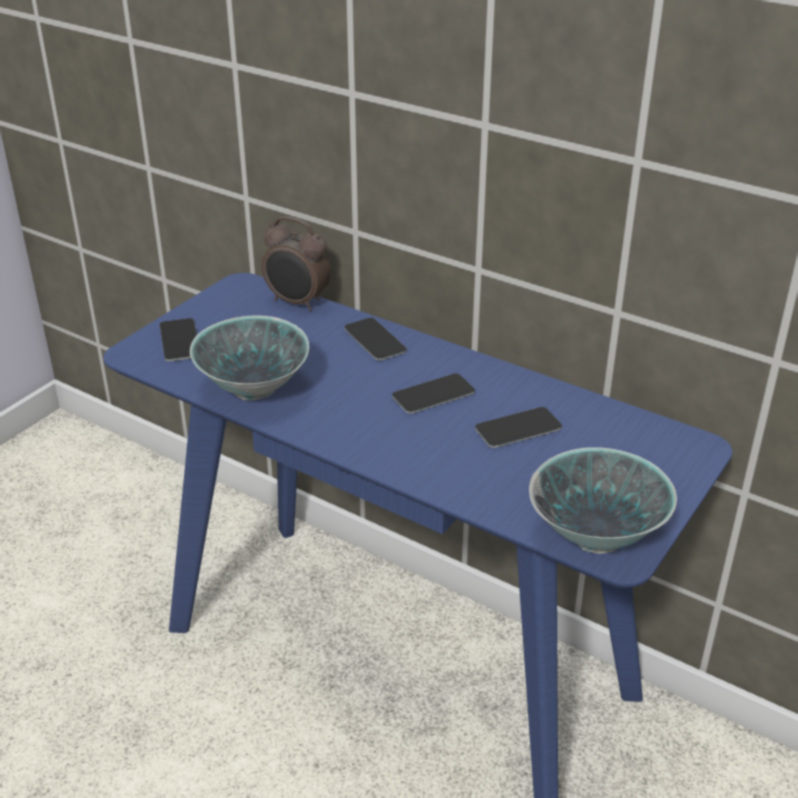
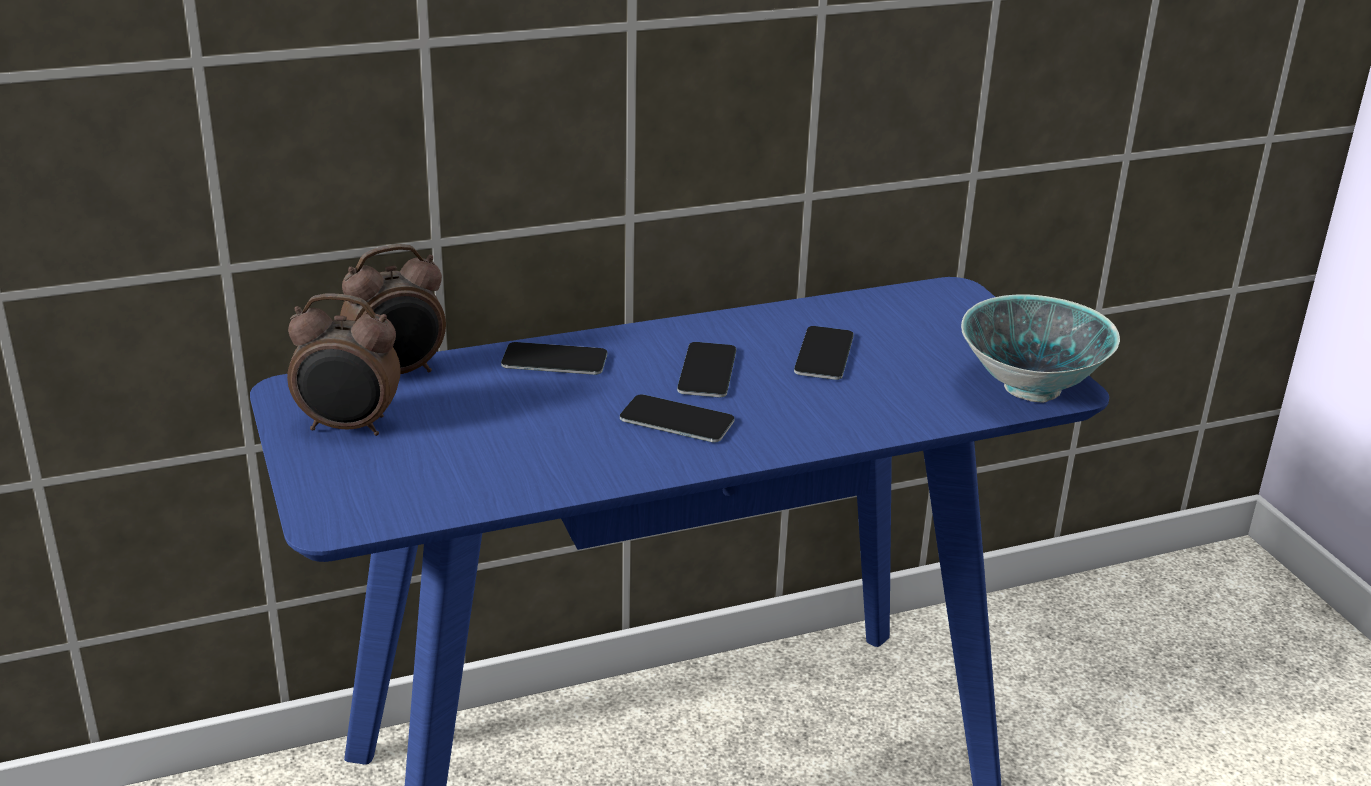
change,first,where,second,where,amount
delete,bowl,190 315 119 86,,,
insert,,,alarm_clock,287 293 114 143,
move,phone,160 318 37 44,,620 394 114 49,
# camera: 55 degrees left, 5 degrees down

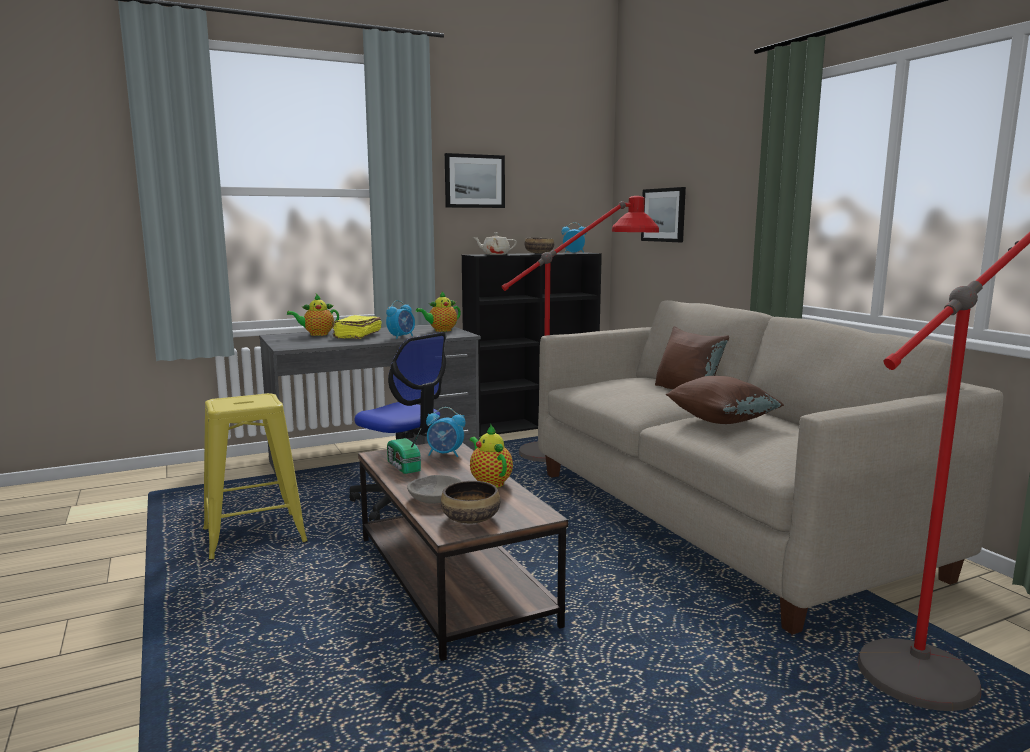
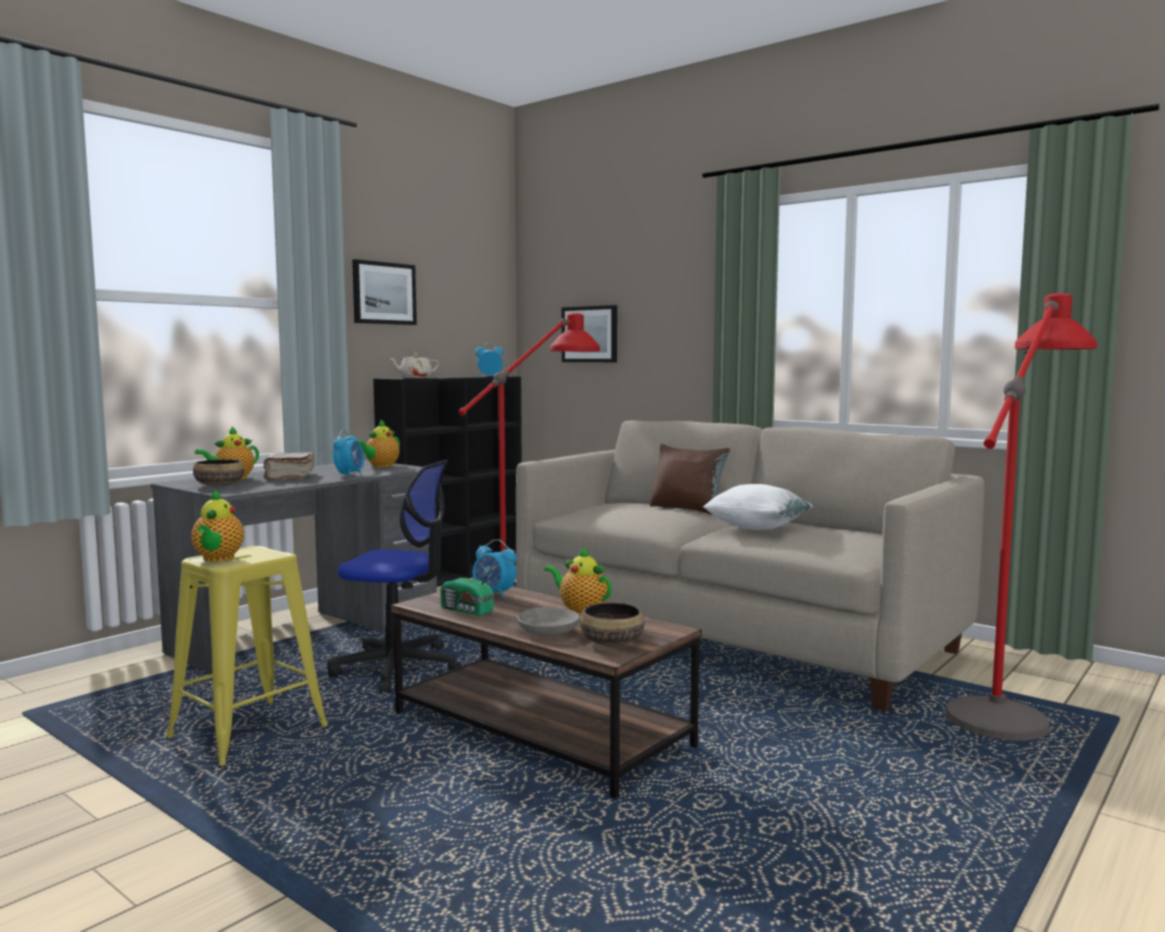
change,first,where,second,where,amount
insert,,,teapot,191 489 53 72,
move,bowl,524 238 30 16,,193 459 51 27,
recolor,yellow_book,333 315 48 24,brown_book,263 452 52 28,
recolor,brown_pillow,666 376 118 48,white_pillow,703 484 110 46,
rotate,alarm_clock,426 407 40 50,,473 539 43 59,45 degrees clockwise
# camera: 25 degrees left, 5 degrees down

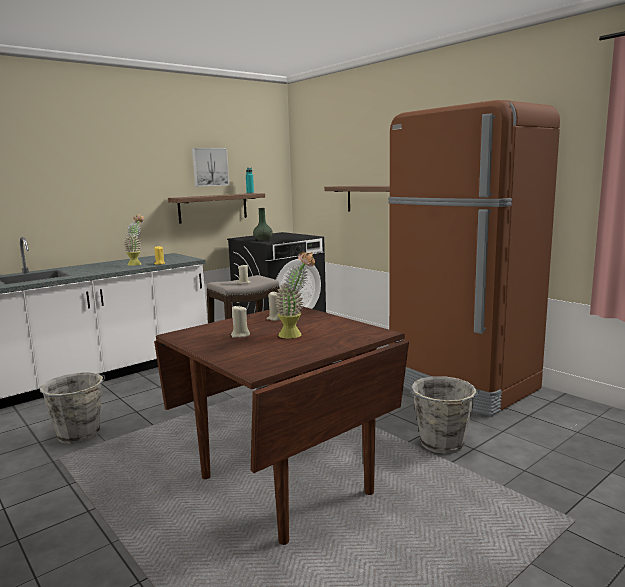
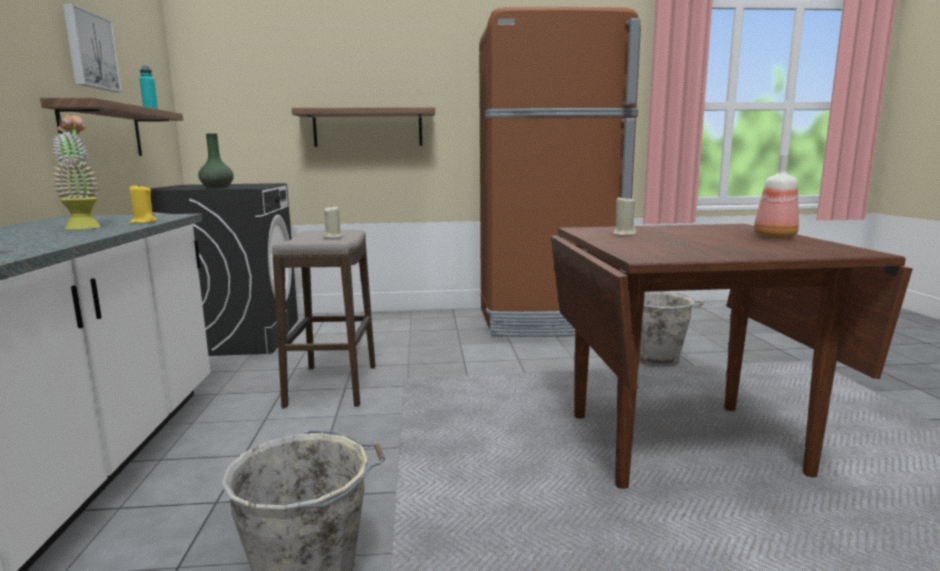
change,first,where,second,where,amount
delete,beige_candle,231 306 19 32,,,
delete,potted_plant,275 252 40 87,,,
insert,,,bottle,754 154 45 85,
# camera: 55 degrees left, 0 degrees up

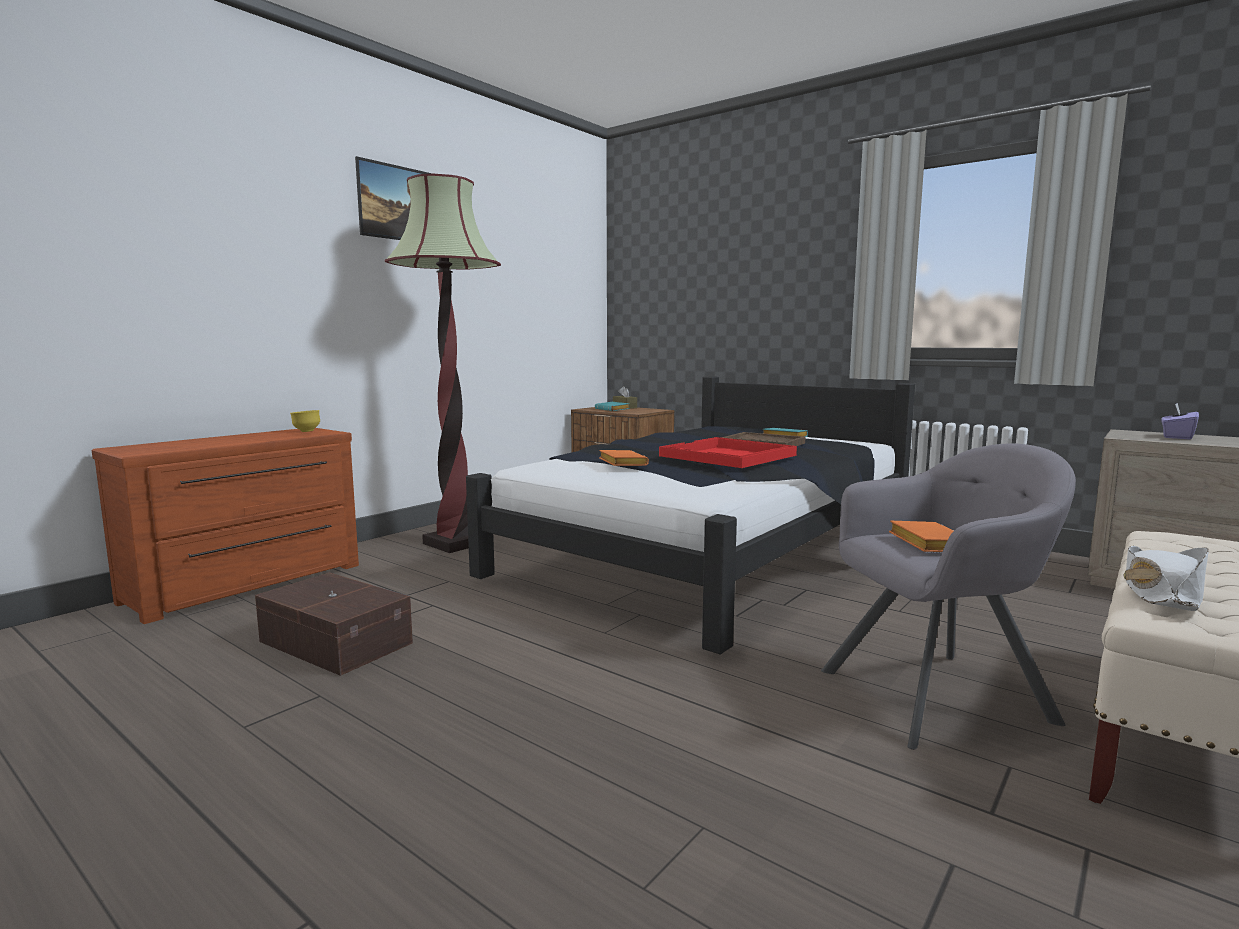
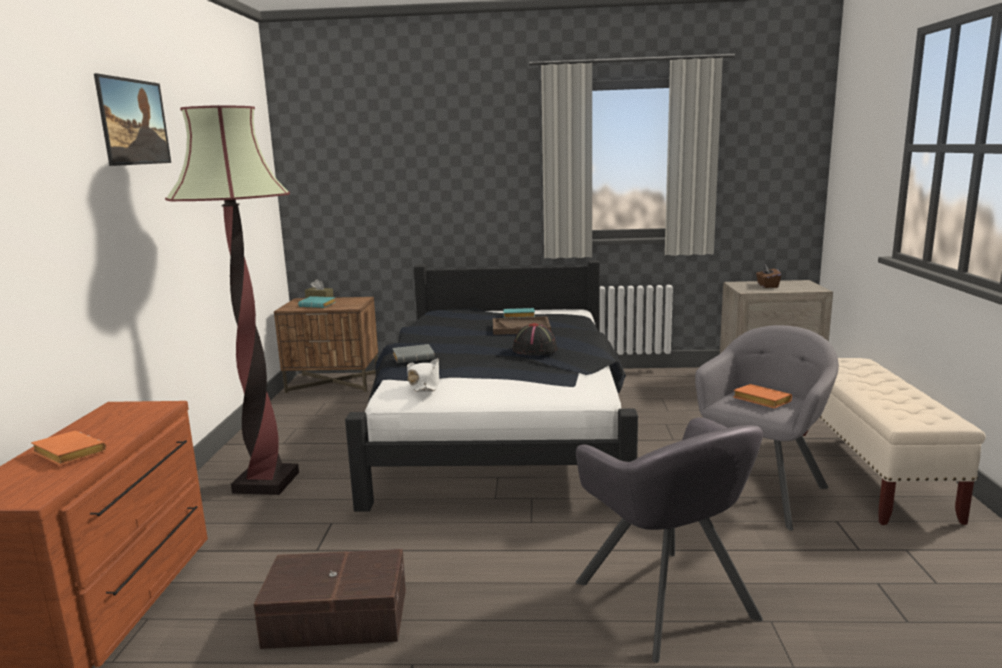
change,first,where,second,where,amount
delete,yellow_bowl,290 410 30 22,,,
insert,,,grey_book,392 344 43 19,
insert,,,grey_armchair,576 417 187 246,
move,orange_book,599 450 50 16,,31 431 76 34,
move,white_hat,1123 546 86 65,,407 358 32 34,
replace,red_tray,659 437 138 31,black_hat,513 323 44 32,
recolor,purple_tissue_box,1161 403 38 37,brown_tissue_box,756 265 25 23,
# camera: 35 degrees left, 5 degrees up

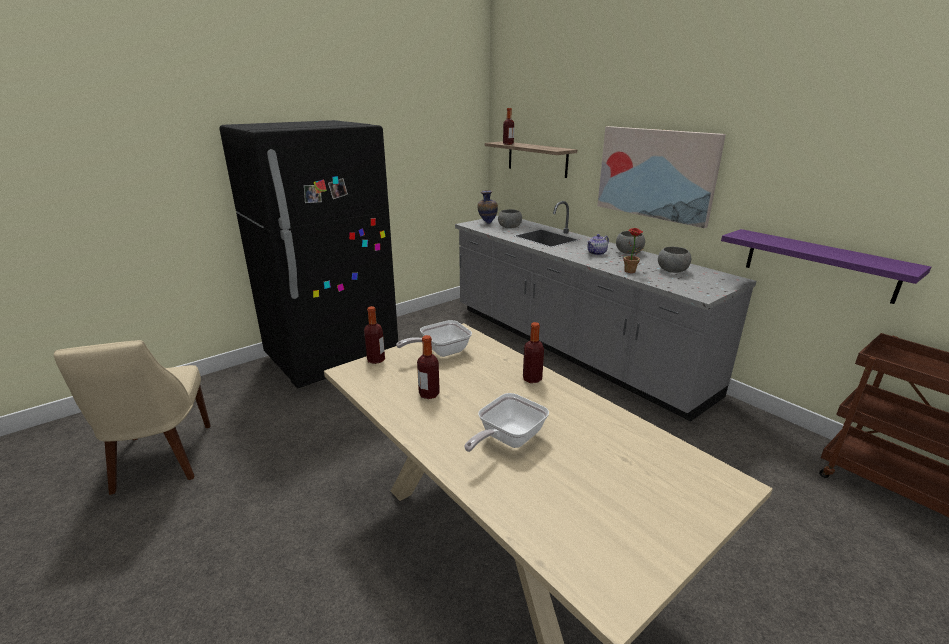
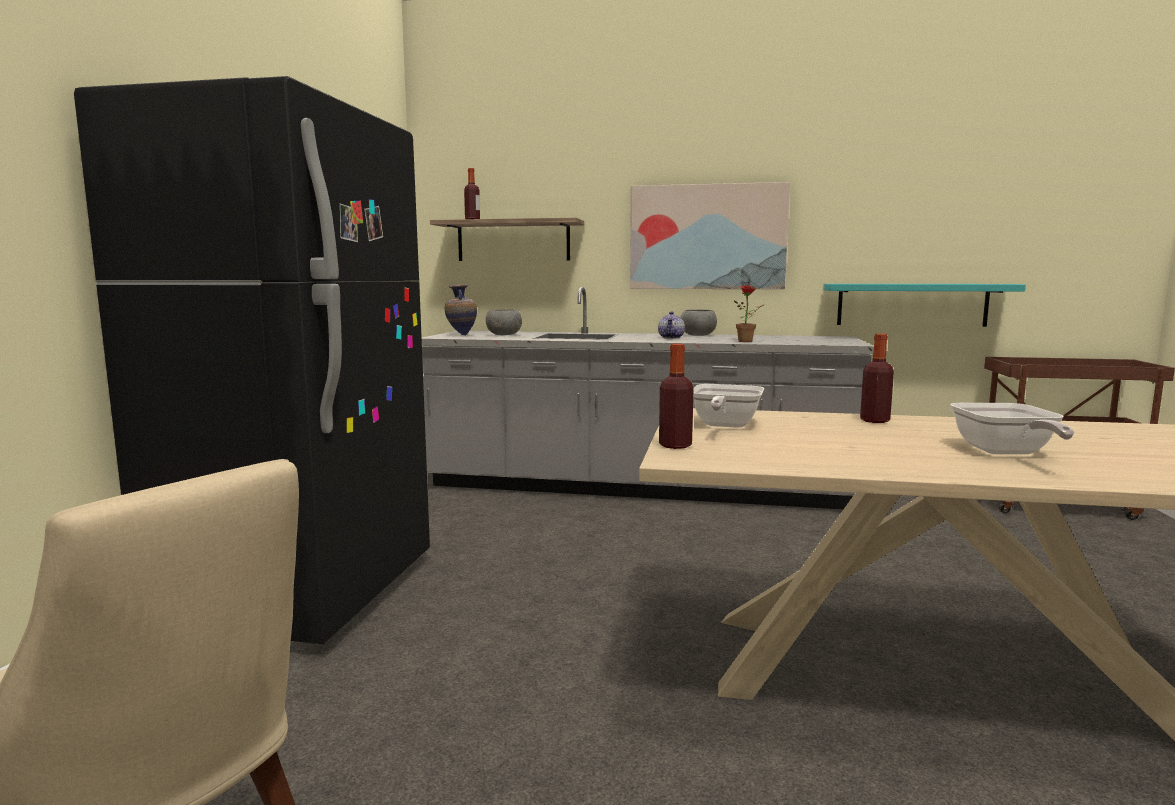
change,first,where,second,where,amount
delete,bottle,417 335 23 64,,,
delete,grey_bowl,658 247 33 26,,,
recolor,purple_shelf,721 229 210 75,turquoise_shelf,823 284 203 43,
# camera: 40 degrees left, 15 degrees down

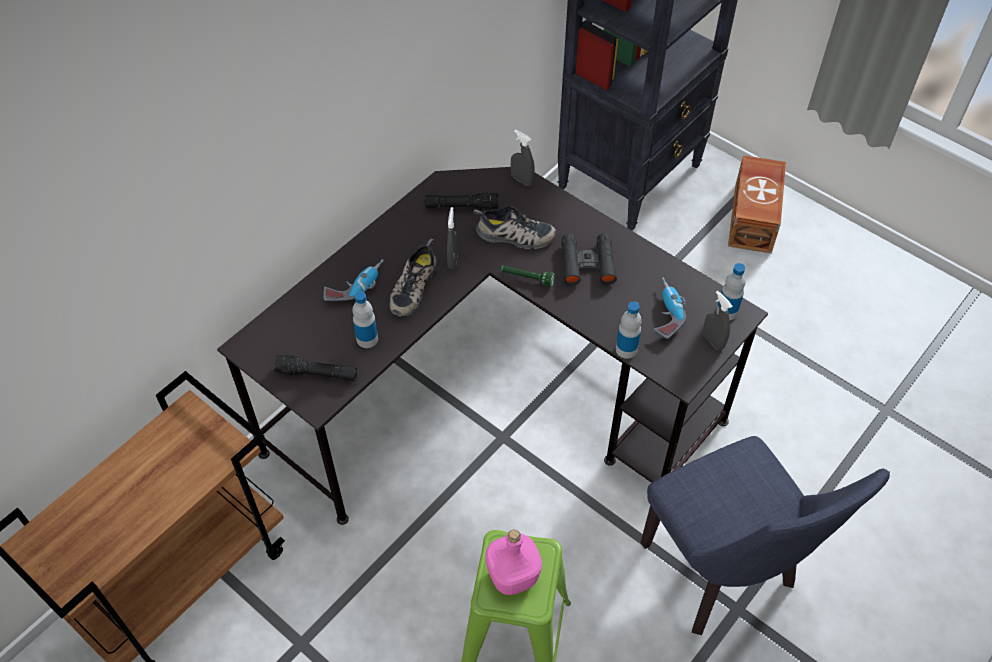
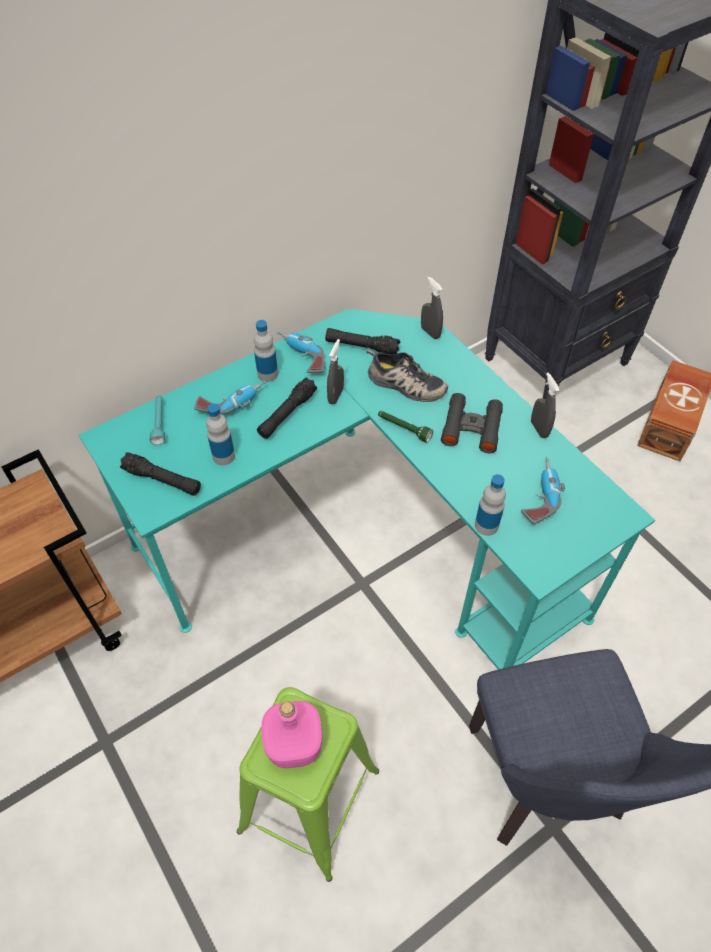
change,first,where,second,where,amount
insert,,,turquoise_flashlight,150 395 15 50,
insert,,,power_drill,277 331 48 42,
move,grey_spray_bottle,703 291 30 59,,531 373 28 65,
move,bottle,716 263 30 57,,254 320 24 62,
replace,shoe,389 238 50 79,black_flashlight,257 377 60 62,
recolor,black_desk,217 167 551 358,turquoise_desk,79 309 576 361,
# camera: 15 degrees right, 0 degrees up

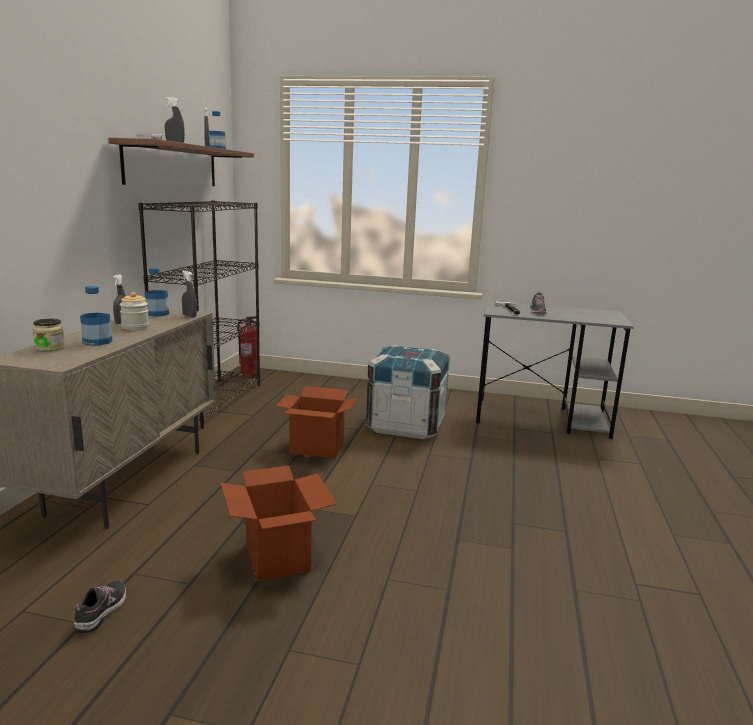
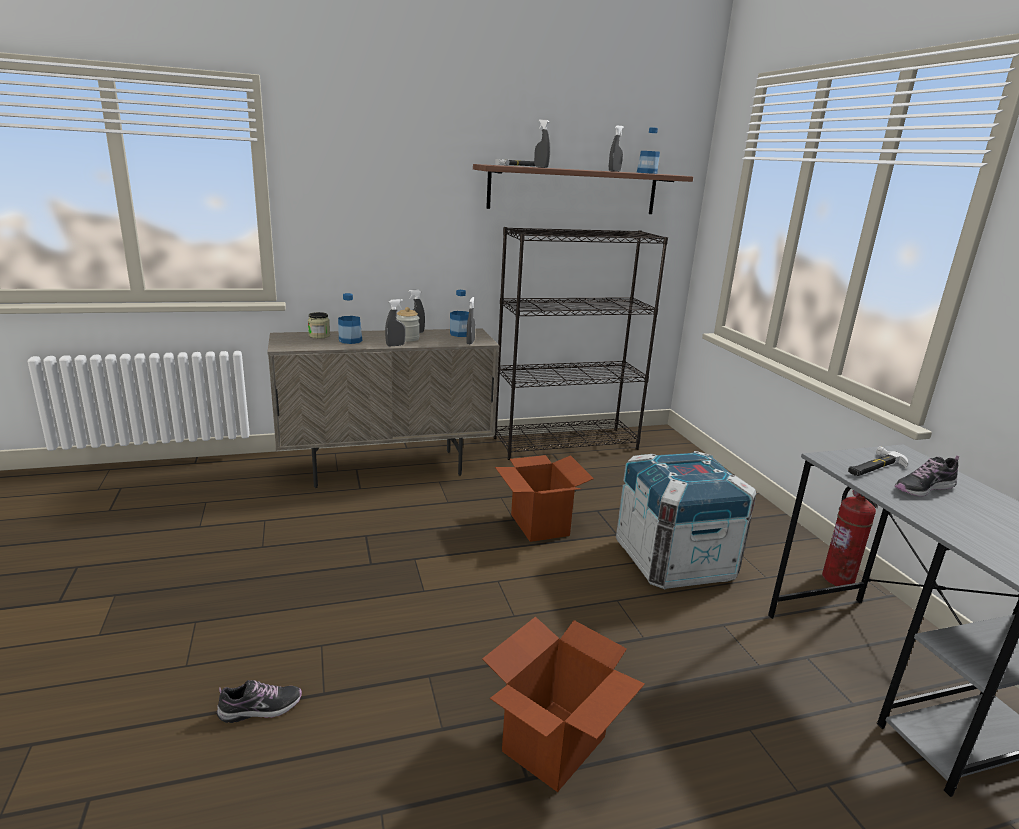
change,first,where,second,where,amount
insert,,,grey_spray_bottle,385 299 21 48,
move,shoe,73 580 53 53,,217 680 85 43,
move,cardboard_box,220 465 117 116,,482 616 163 176,
move,fire_extinguisher,237 316 23 63,,822 486 56 100,
# camera: 60 degrees right, 5 degrees up

